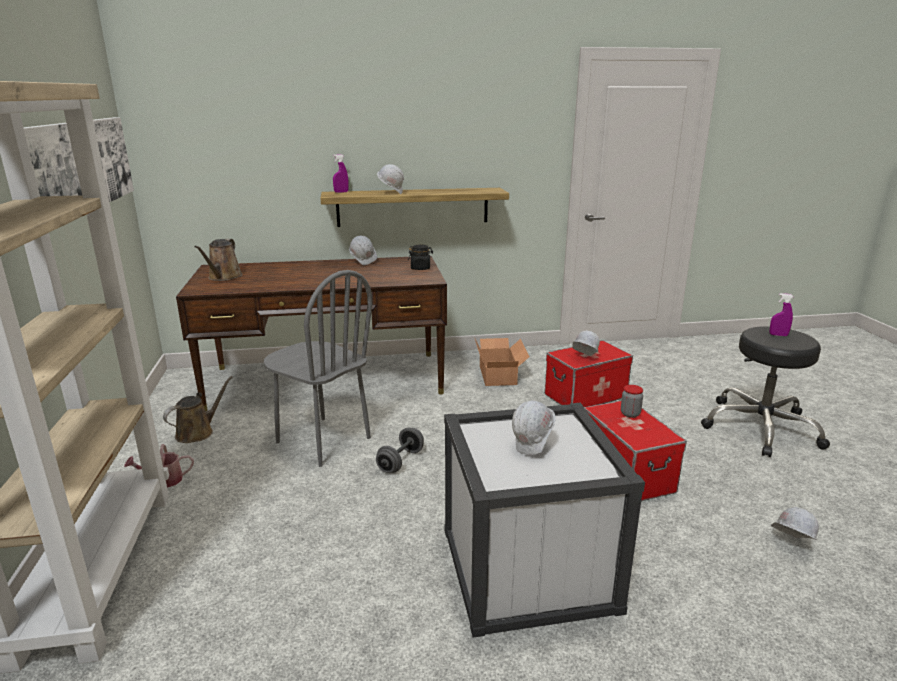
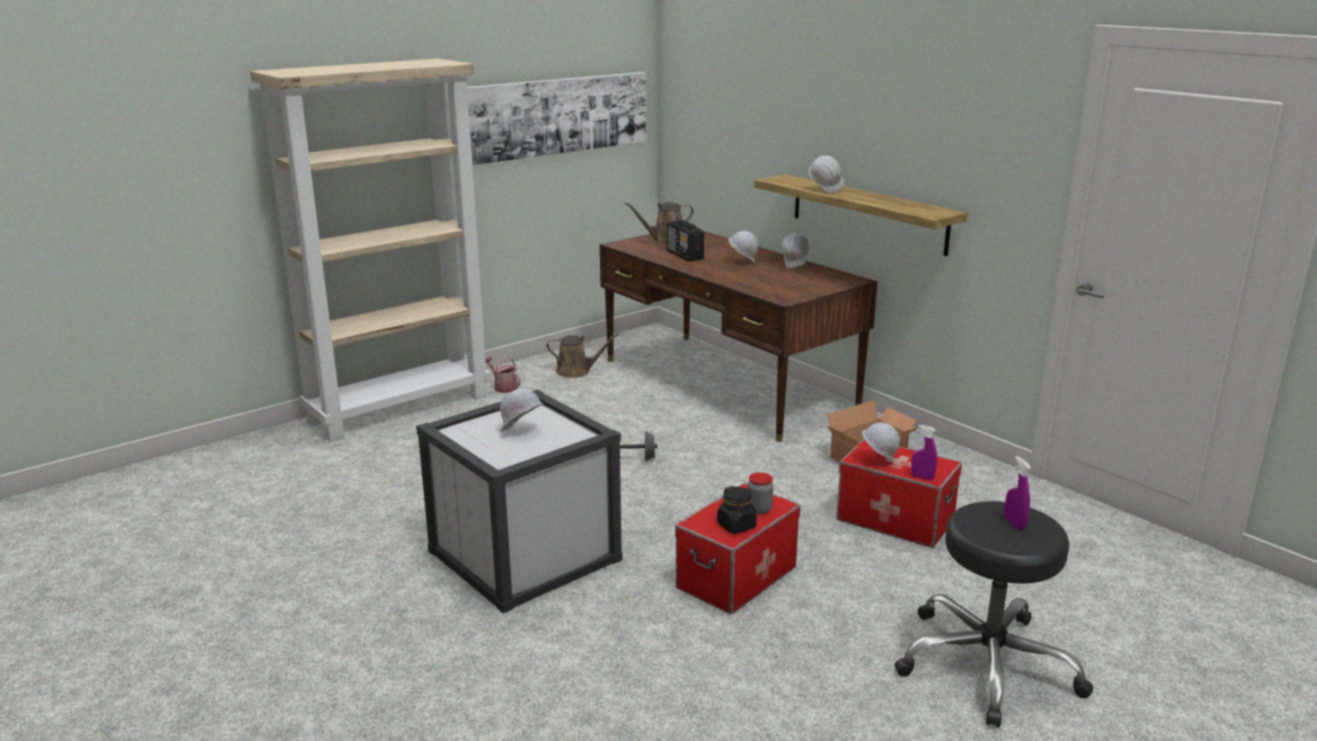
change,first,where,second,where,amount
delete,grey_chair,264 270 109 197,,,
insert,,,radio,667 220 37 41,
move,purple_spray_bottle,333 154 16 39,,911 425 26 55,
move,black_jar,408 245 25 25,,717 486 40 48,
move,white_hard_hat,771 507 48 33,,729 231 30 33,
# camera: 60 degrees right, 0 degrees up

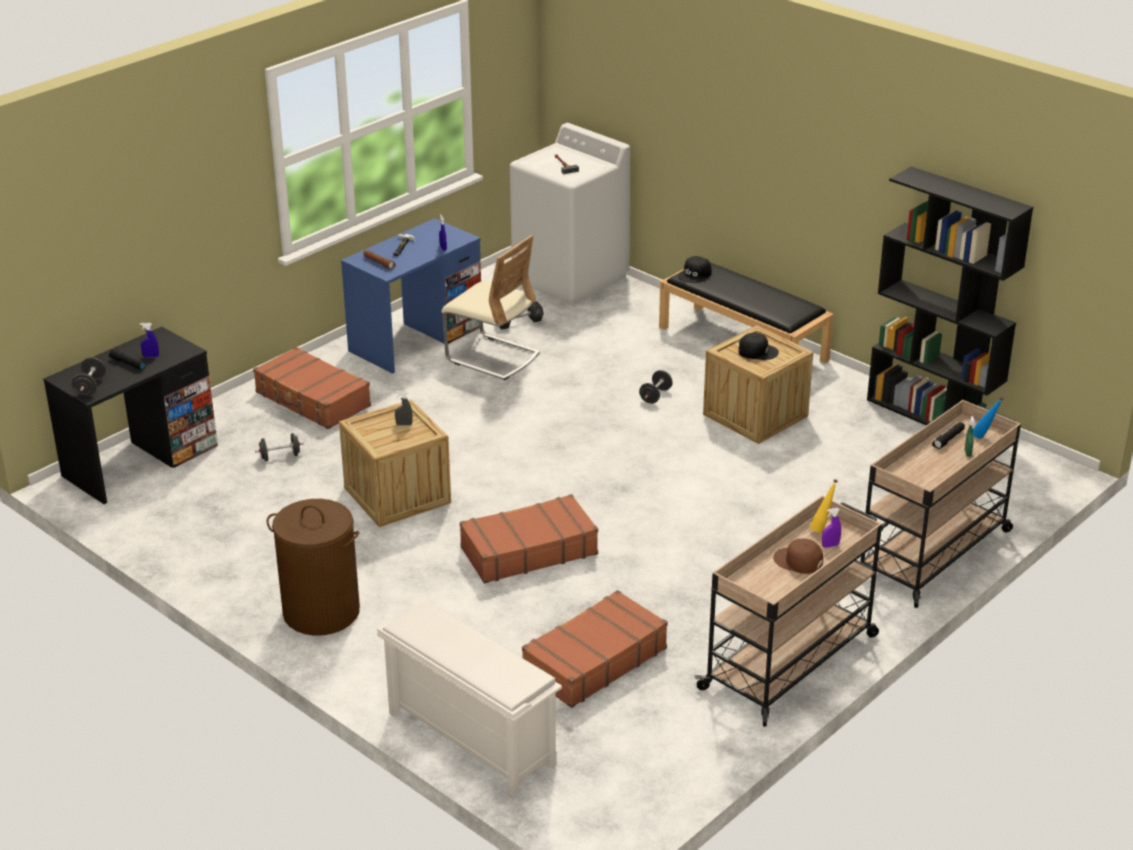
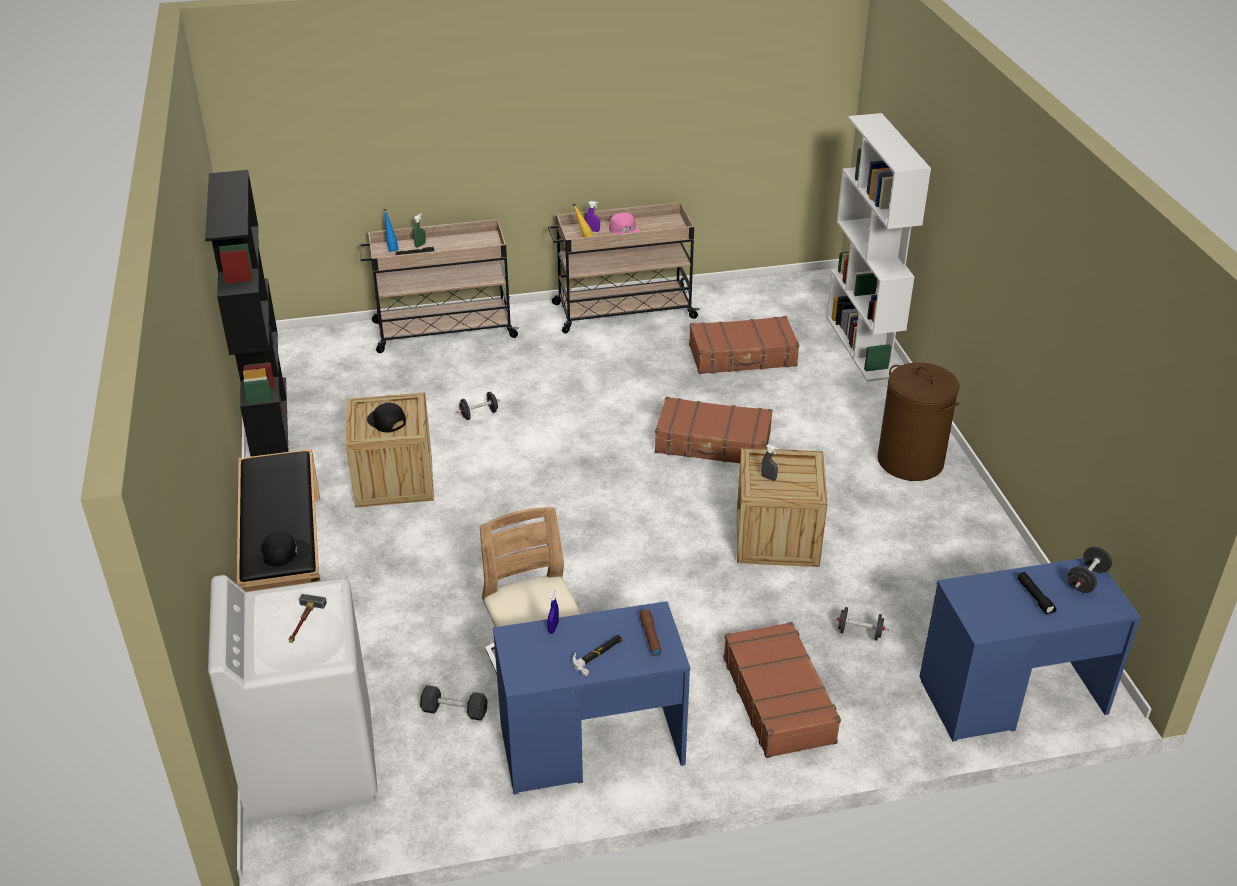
change,first,where,second,where,amount
delete,blue_spray_bottle,140 323 19 35,,,
move,black_dumbbell,639 370 34 34,,457 392 43 28,
replace,white_shoe_rack,377 600 185 197,white_bookcase,826 113 105 269,
recolor,black_desk,43 327 175 177,blue_desk,919 558 222 184,
recolor,brown_cap,773 539 50 35,pink_cap,609 212 31 22,
# camera: 145 degrees left, 5 degrees up

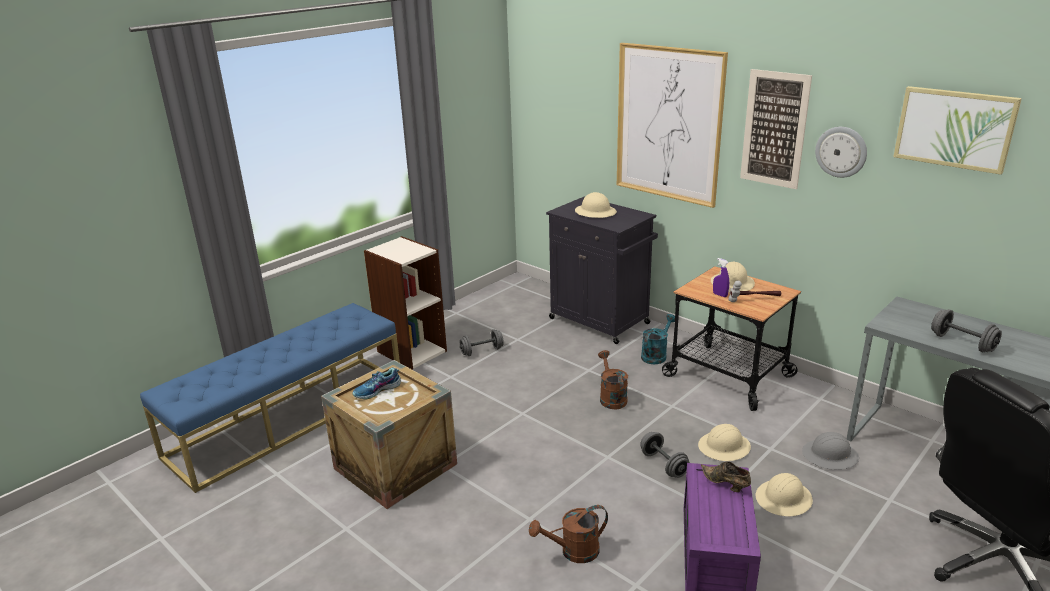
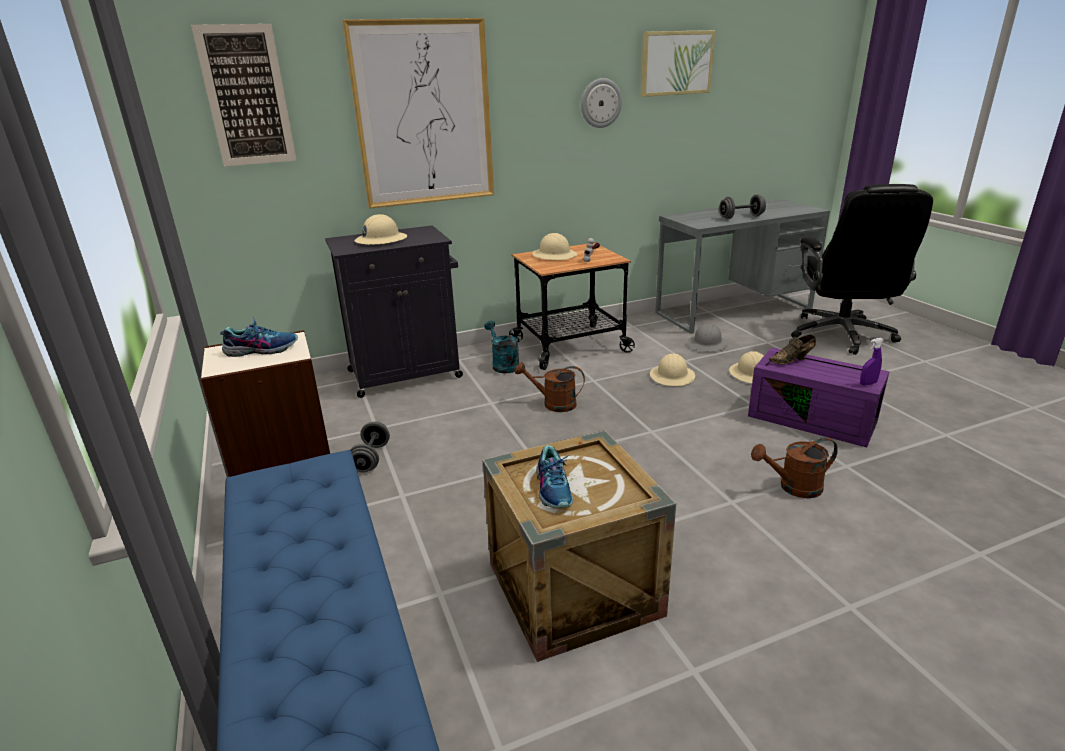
change,first,where,second,where,amount
delete,grey_dumbbell,640 432 50 46,,,
insert,,,shoe,220 319 78 38,
move,purple_spray_bottle,713 258 16 39,,860 338 24 48,
move,picture,740 69 72 120,,191 24 106 142,
rotate,brown_watering_can,529 505 79 58,,751 437 87 61,75 degrees clockwise
# camera: 65 degrees left, 0 degrees up

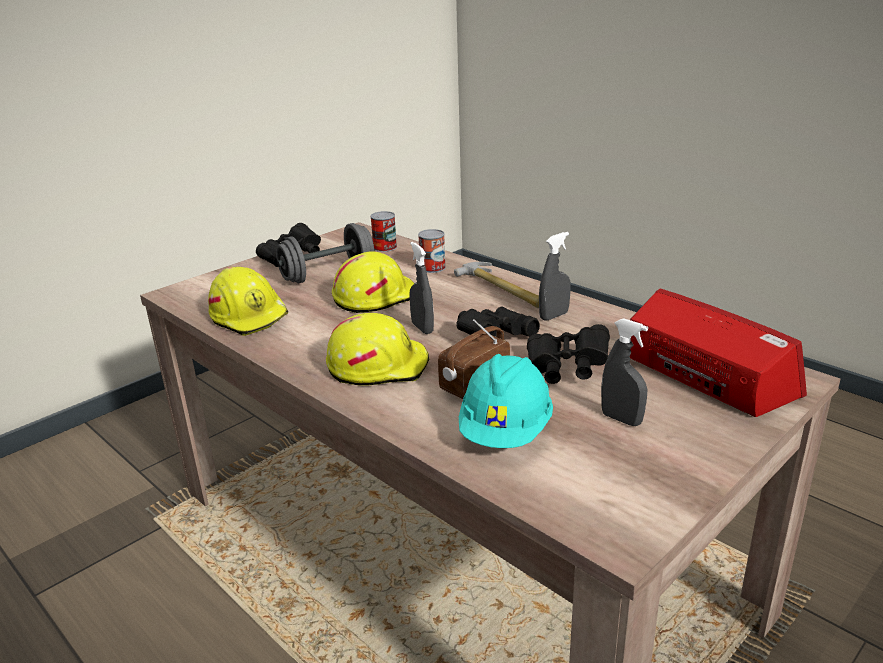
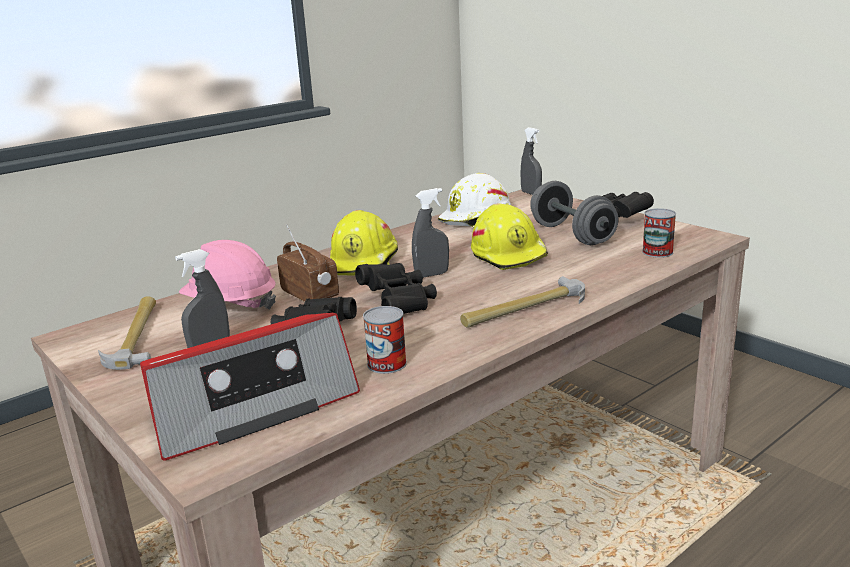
change,first,where,second,where,amount
insert,,,hammer,98 296 58 74,
move,can,418 229 28 44,,363 306 44 68,
move,grey_spray_bottle,539 232 31 89,,521 127 21 68,
recolor,yellow_hard_hat,208 267 80 69,white_hard_hat,438 173 73 54,
recolor,turquoise_hard_hat,459 354 94 94,pink_hard_hat,179 240 97 70,
# camera: 95 degrees right, 5 degrees down

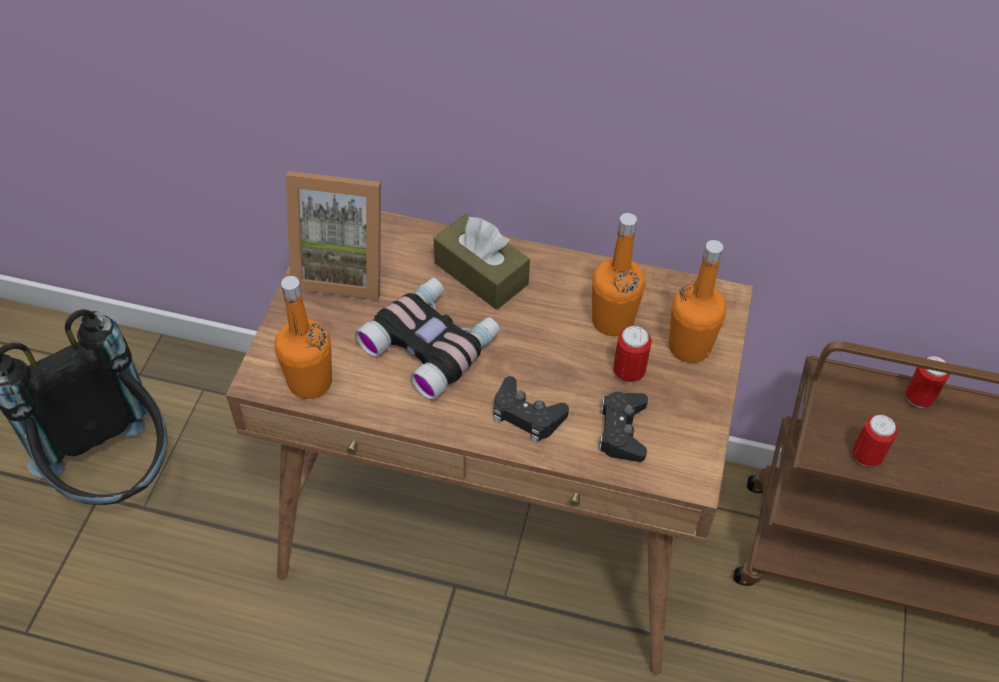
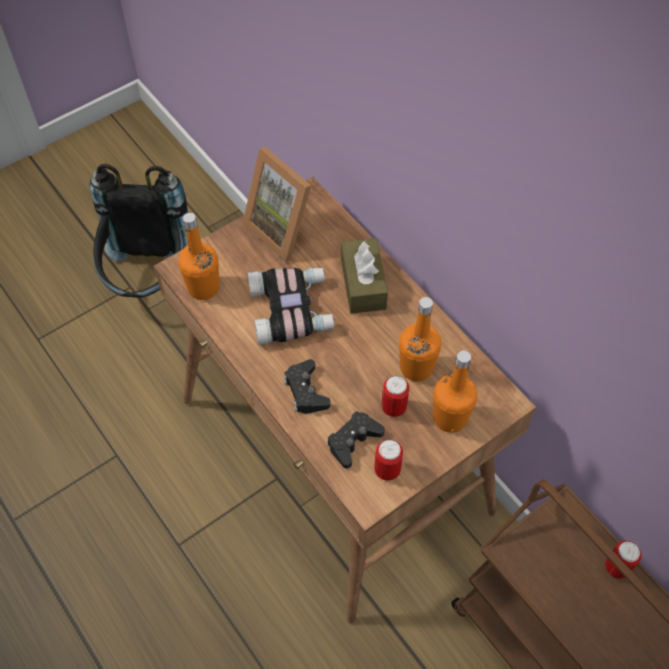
change,first,where,second,where,amount
move,can,853 414 44 53,,374 439 29 42,
# camera: 40 degrees right, 5 degrees up

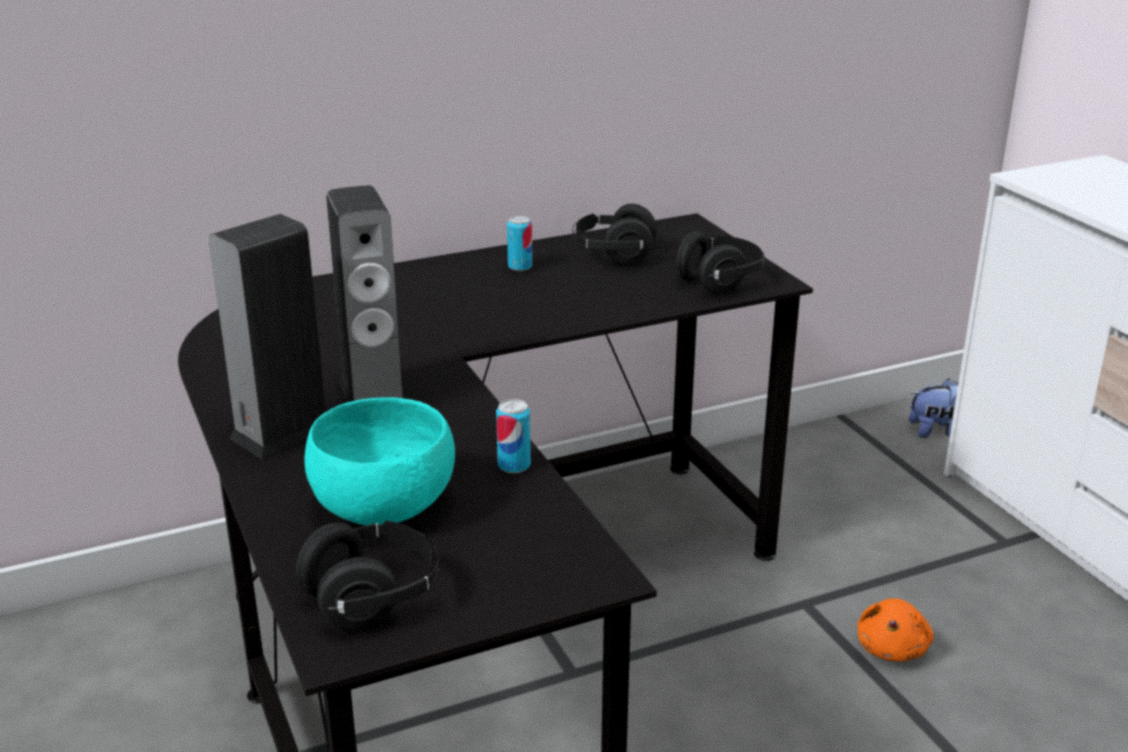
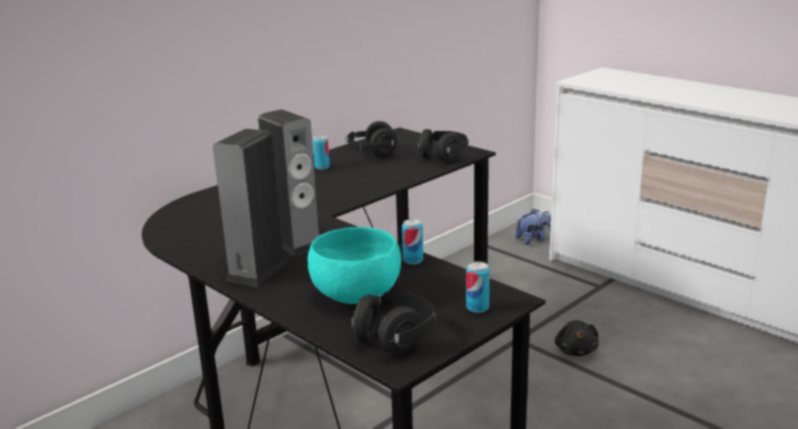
change,first,where,second,where,amount
insert,,,can,466 261 24 52,
recolor,orange_plush_toy,857 598 77 64,black_plush_toy,555 320 44 36,
# camera: 20 degrees left, 5 degrees down

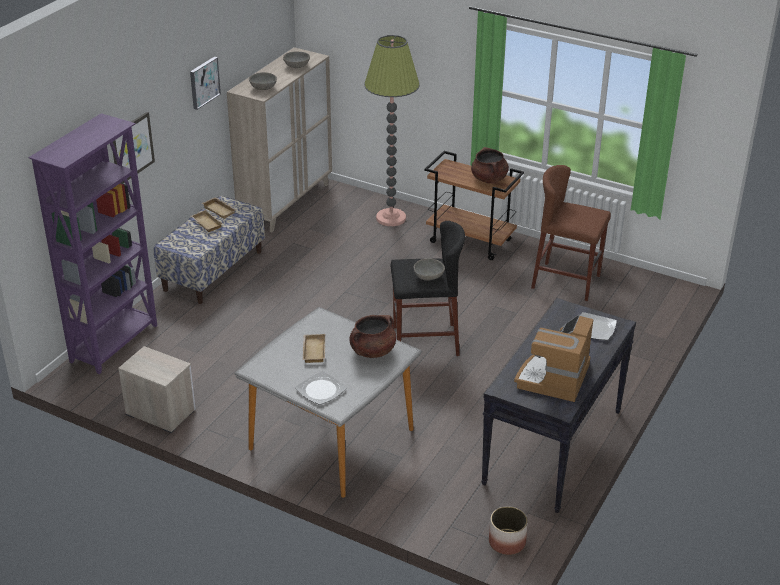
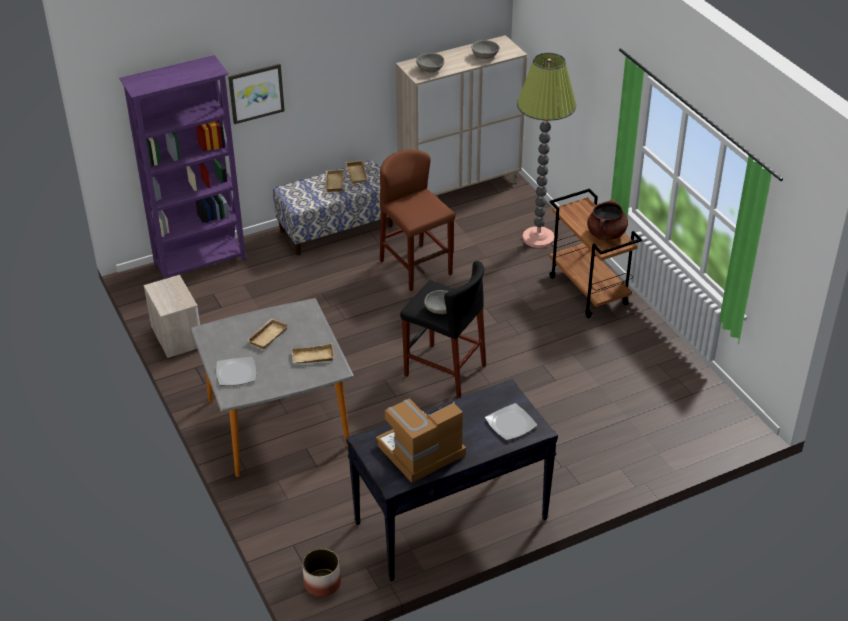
change,first,where,second,where,amount
delete,picture,190 57 31 53,,,
move,brown_stool,531 165 80 136,,380 150 75 141,
replace,brown_cooking_pot,349 315 47 43,beige_tray,291 343 44 21,
# camera: 35 degrees right, 5 degrees up

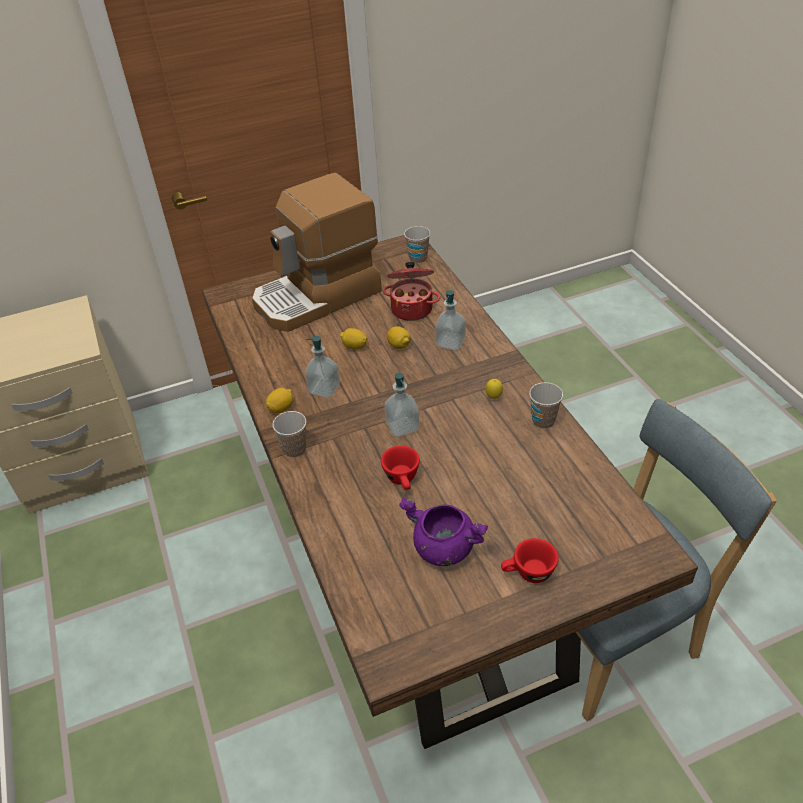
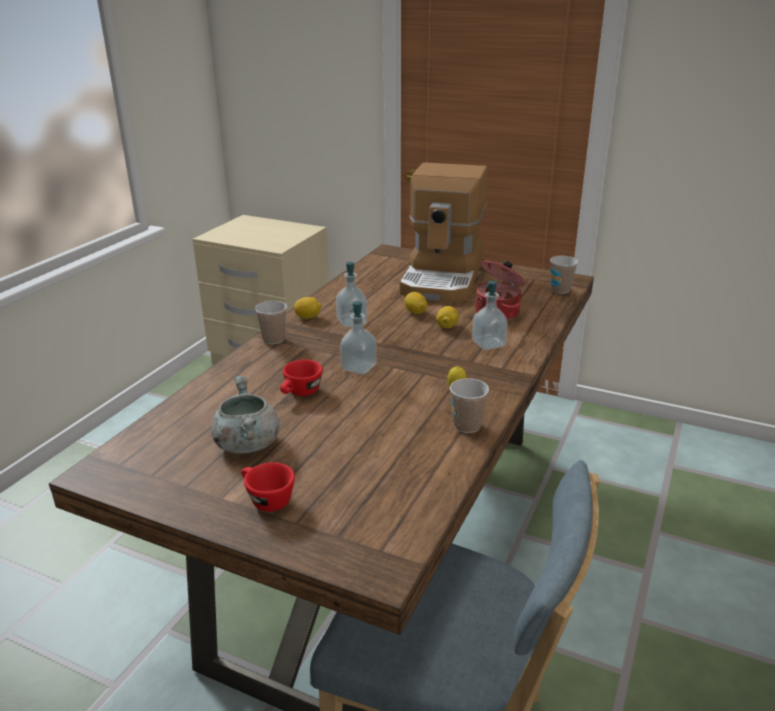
change,first,where,second,where,amount
recolor,purple_cooking_pot,399 498 89 68,grey_cooking_pot,211 376 69 78,
rotate,coffee_machine,252 173 130 159,,400 162 88 141,90 degrees counterclockwise
# camera: 45 degrees right, 15 degrees down

